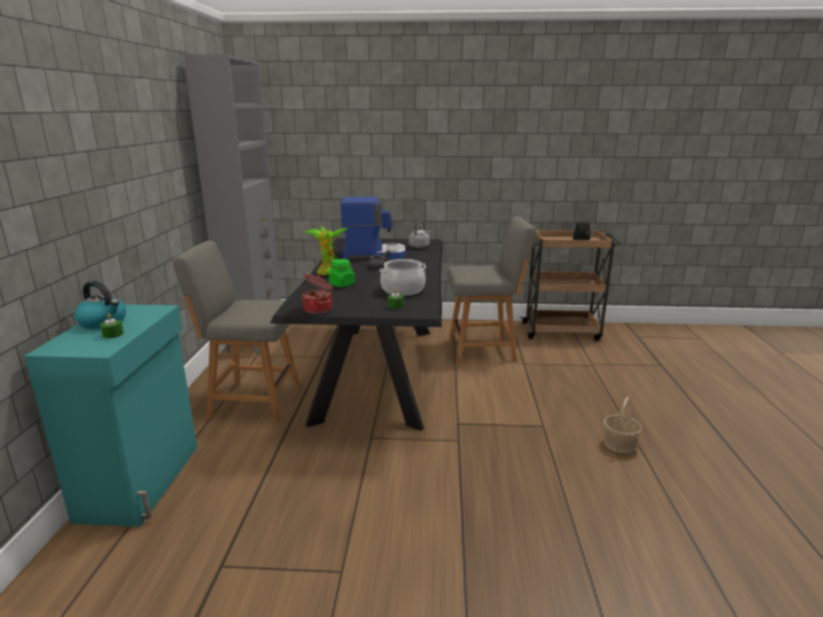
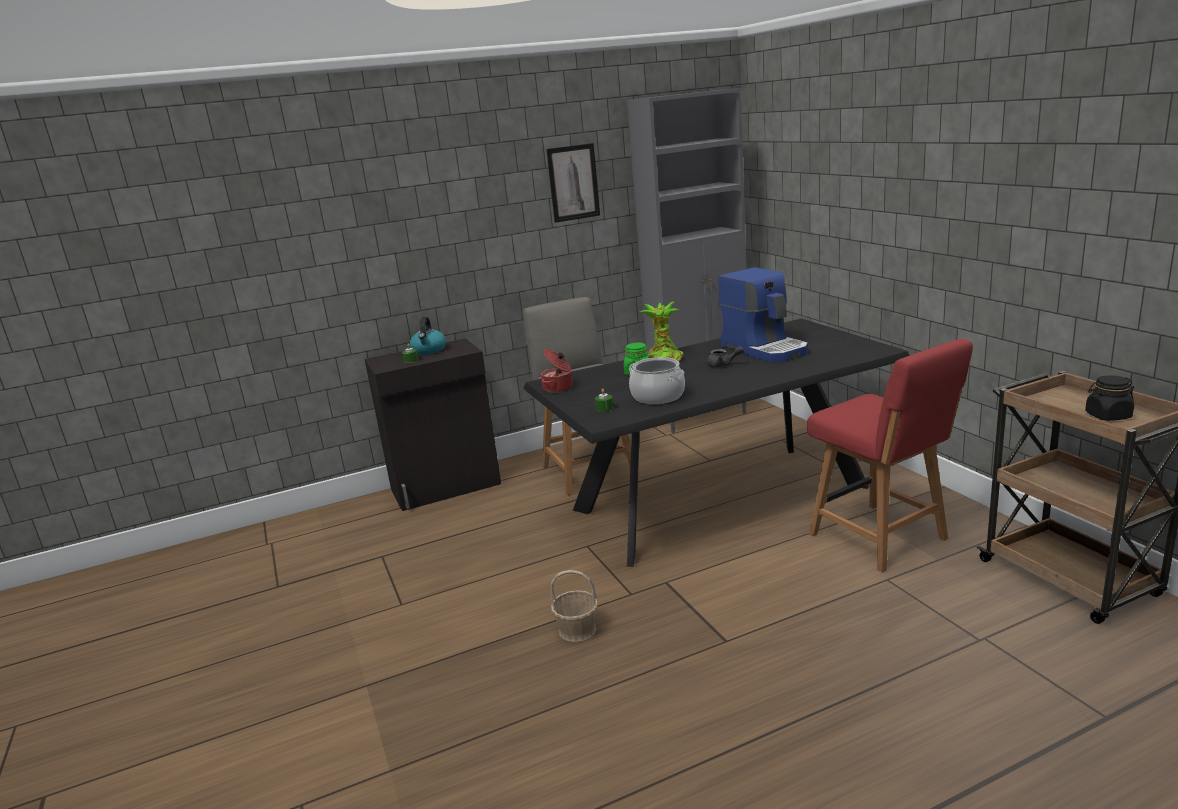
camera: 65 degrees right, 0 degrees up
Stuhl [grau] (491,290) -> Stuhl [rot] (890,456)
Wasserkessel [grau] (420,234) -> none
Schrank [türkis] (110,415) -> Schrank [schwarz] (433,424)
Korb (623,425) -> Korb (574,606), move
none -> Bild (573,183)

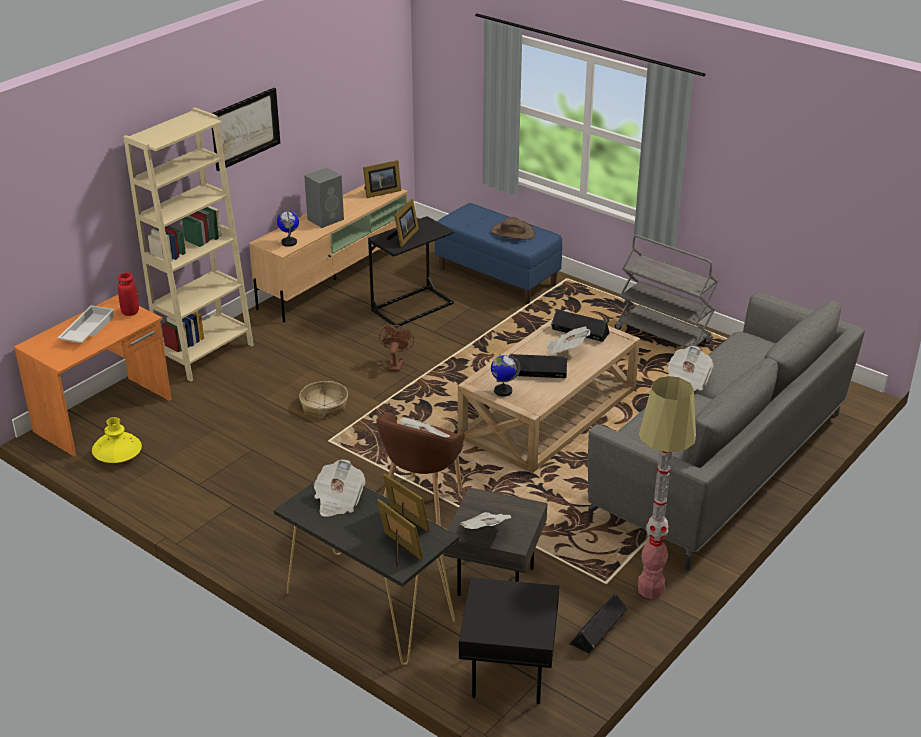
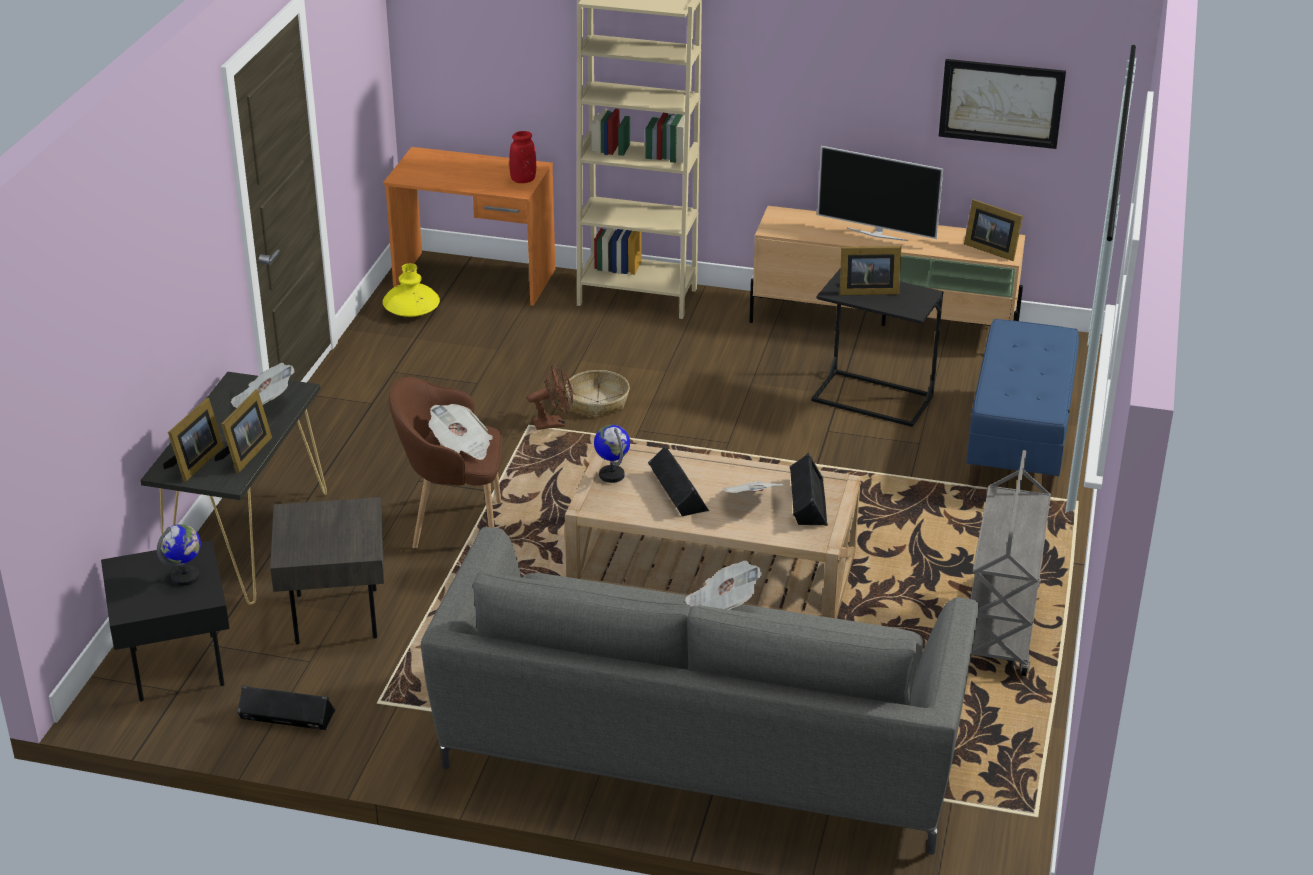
camera: 65 degrees right, 0 degrees up
Bild (246,129) -> Bild (1002,104), move
Lautsprecher [grau] (324,198) -> Fernseher (880,193)
Globus (288,229) -> Globus (179,555), move
Hut [braun] (513,228) -> none
Tablett [weiß] (86,324) -> none
Ventilator [braun] (396,348) -> Ventilator [braun] (550,398), move
Stehlampe (667,487) -> none
Zeitung (485,520) -> none

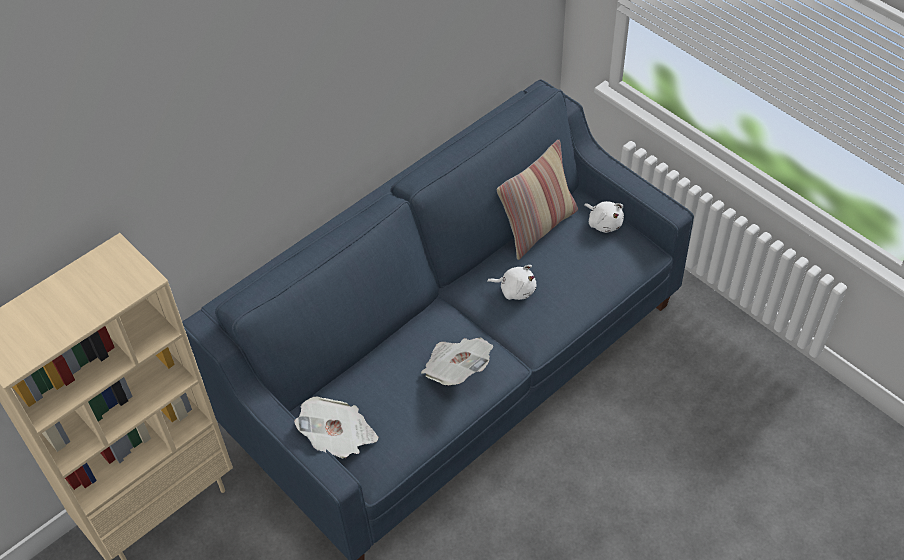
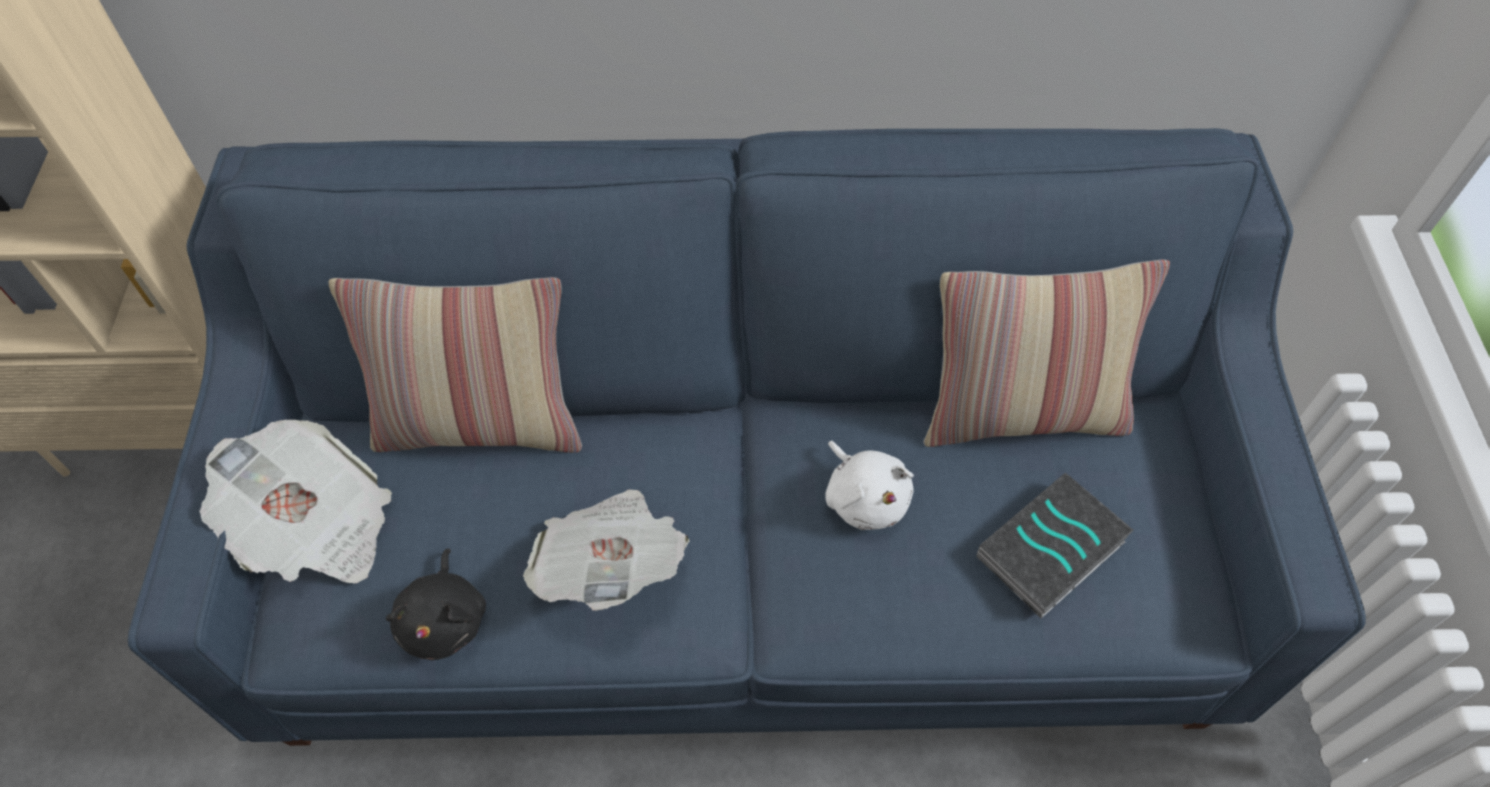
camera: 40 degrees right, 5 degrees up
Plüschtier [weiß] (604,217) -> none
none -> Kissen (455,365)
none -> Buch (1055,545)
none -> Plüschtier [schwarz] (436,604)

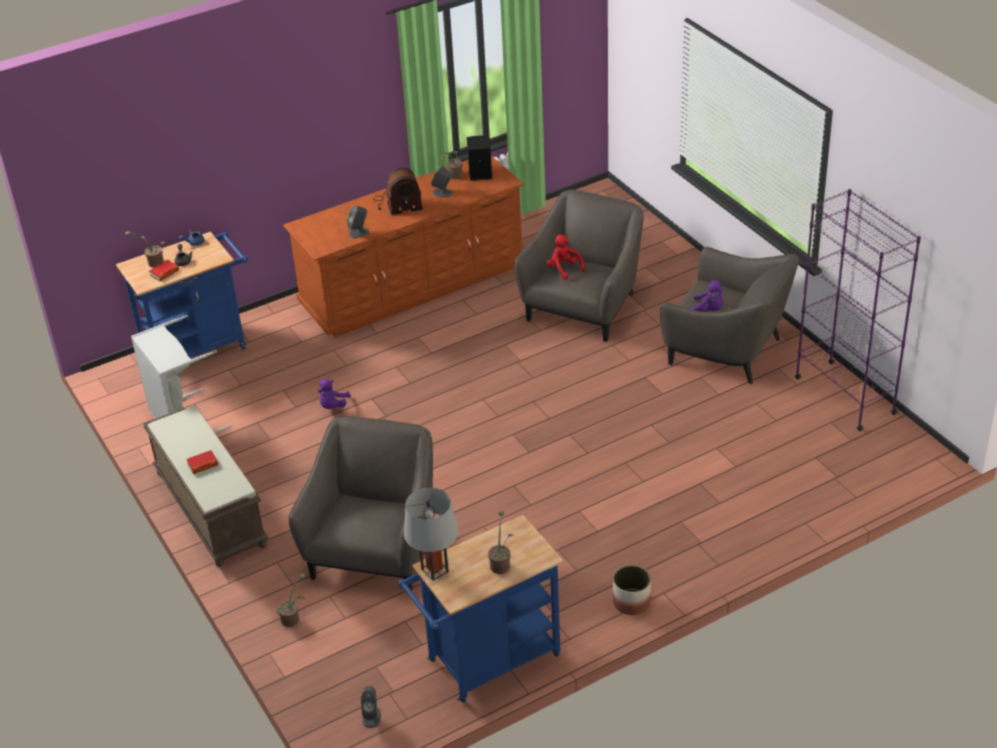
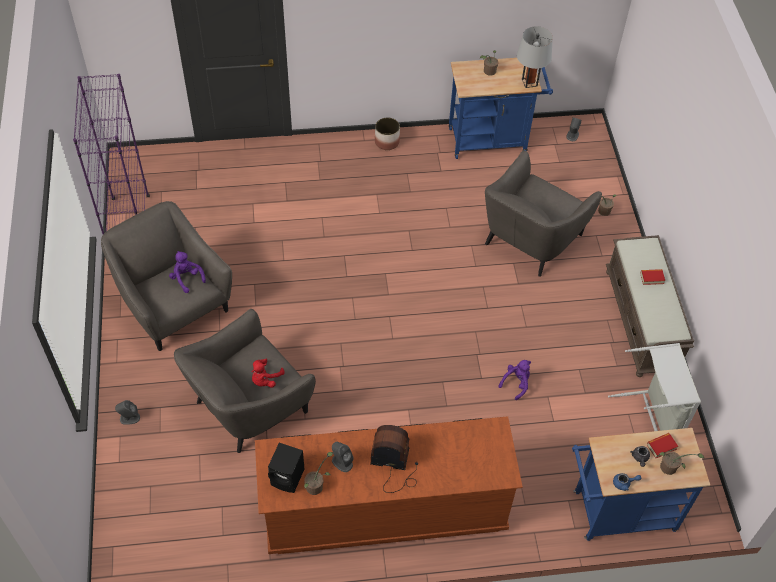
camera: 160 degrees left, 15 degrees up
Lautsprecher [grau] (358,221) -> Lautsprecher [grau] (127,412), move
Plüschtier [rot] (566,257) -> Plüschtier [rot] (268,373), 45 degrees clockwise

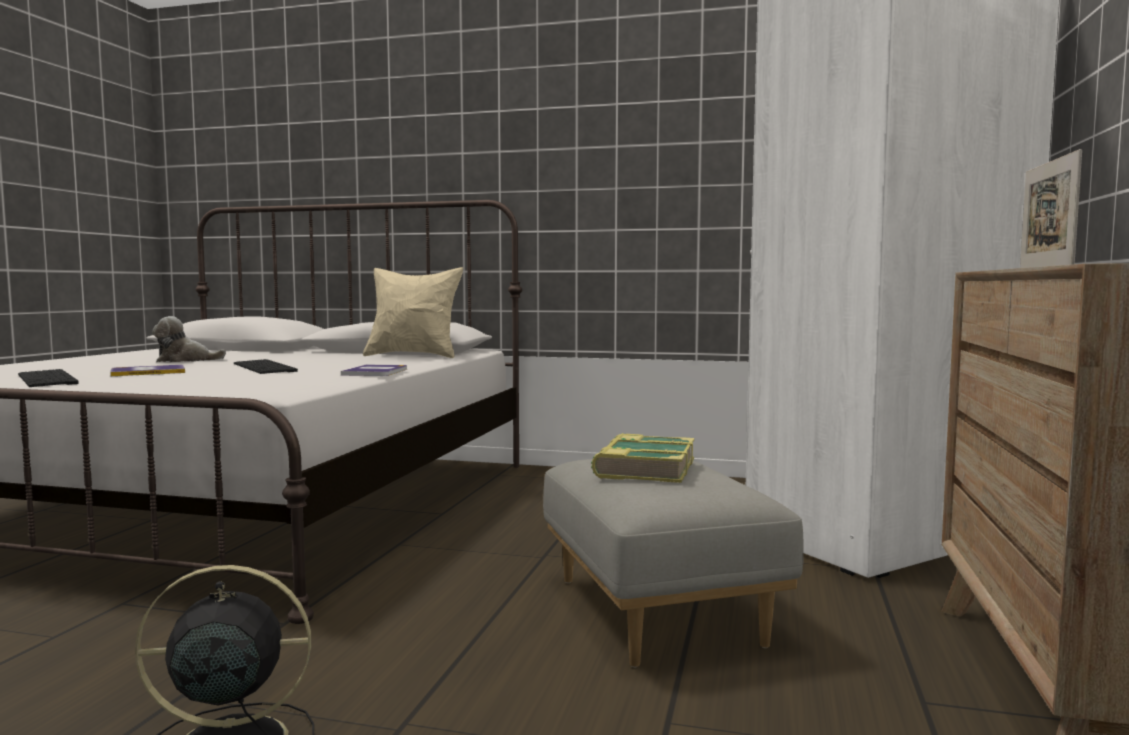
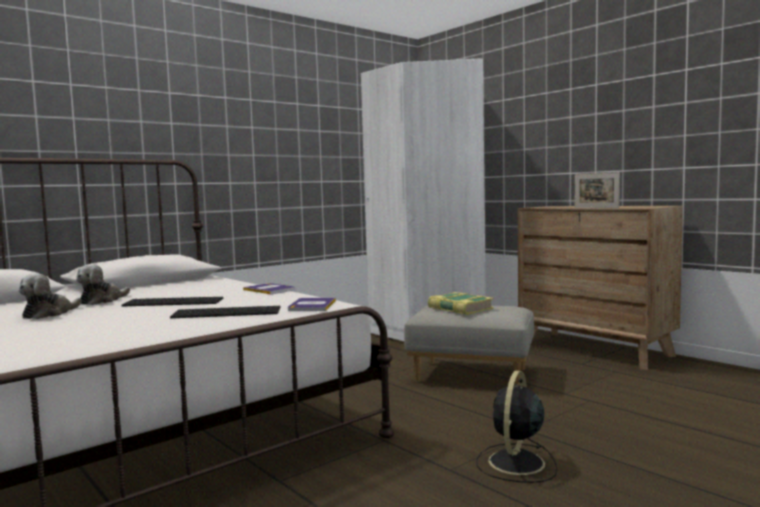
camera: 55 degrees left, 0 degrees up
Kissen [beige] (413,312) -> none
Buch (147,370) -> Buch (312,304), move
Tastatur (48,378) -> Tastatur (225,312), move
none -> Plüschtier (103,284)

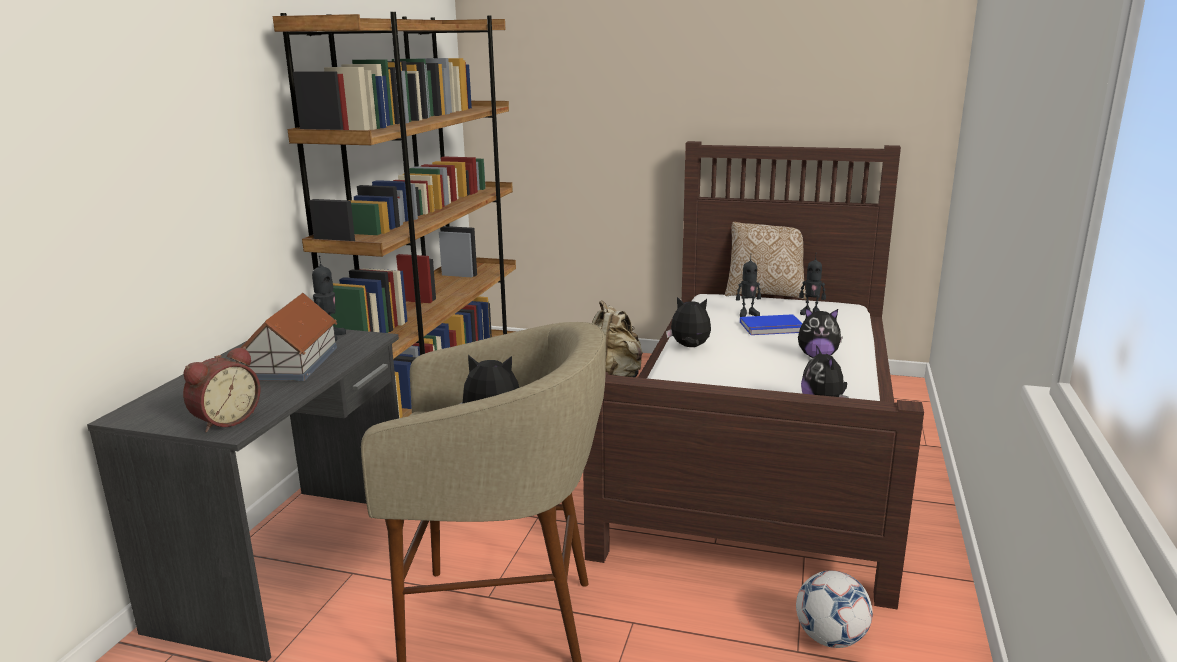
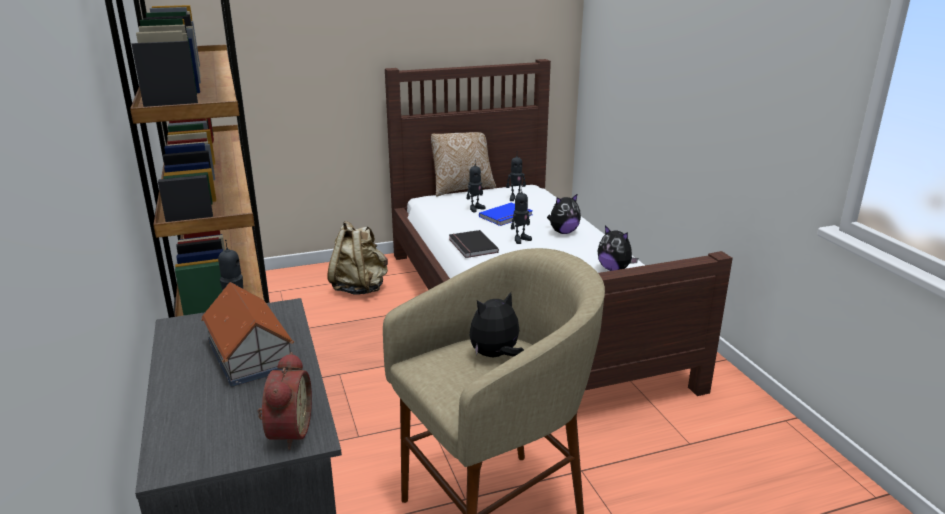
camera: 35 degrees left, 5 degrees up
Plüschtier (688,322) -> Buch [schwarz] (474,244)
Fußball (834,609) -> none
none -> Spielzeugroboter (521,215)

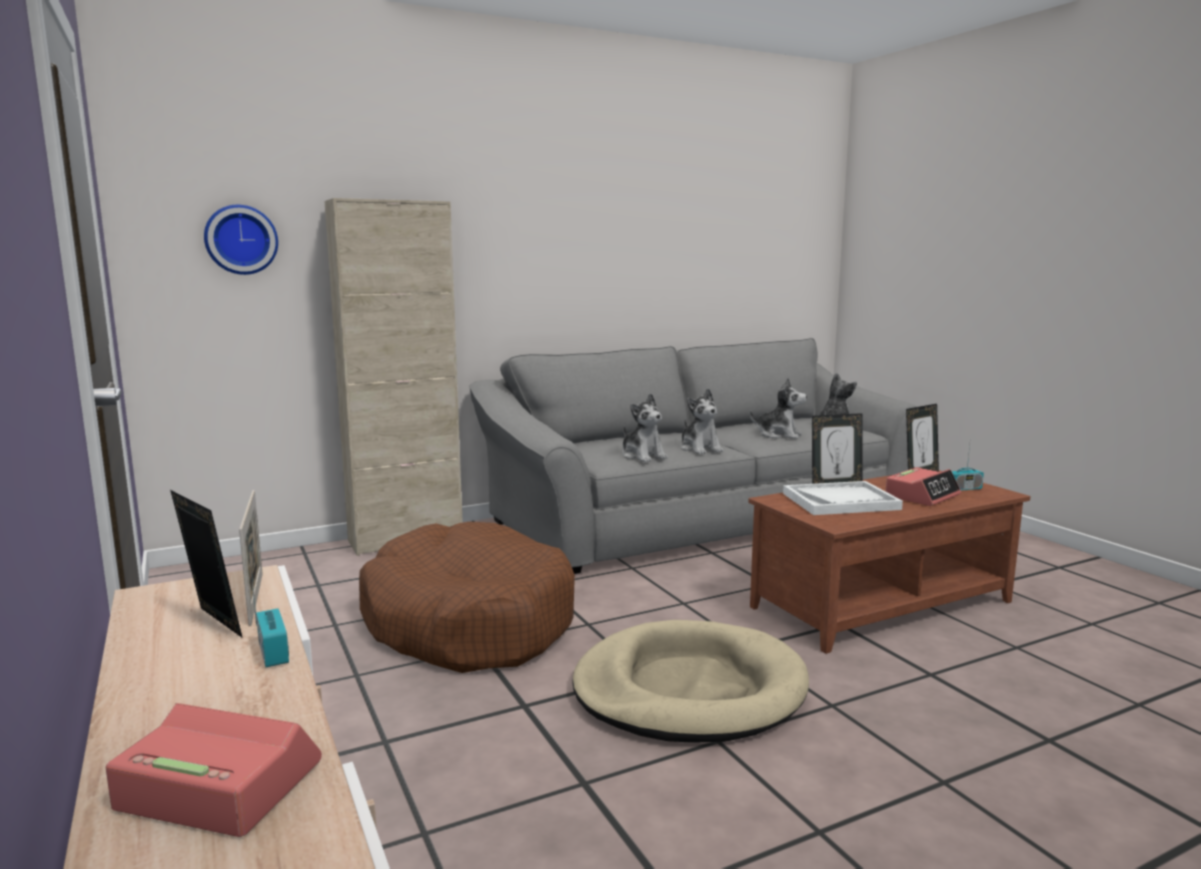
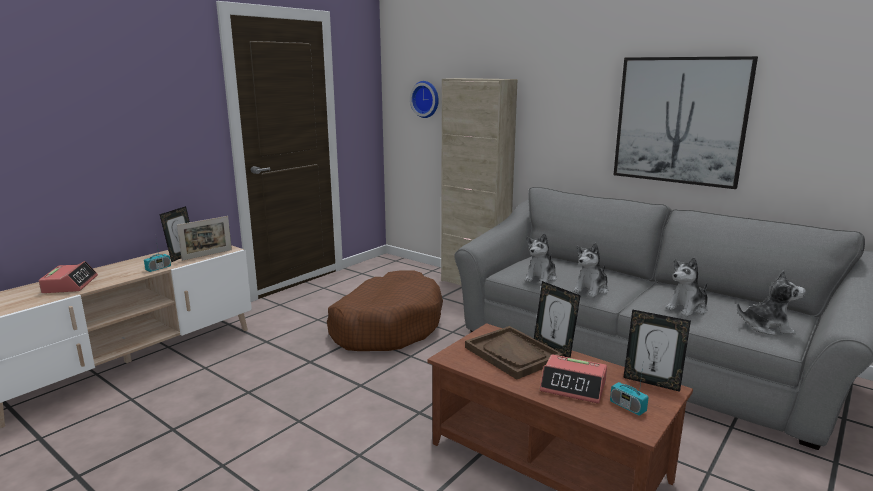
camera: 65 degrees right, 5 degrees up
Plüschtier (778,408) -> Plüschtier (686,287), 60 degrees clockwise
Tablett [weiß] (843,498) -> Tablett [braun] (514,353)
Hundebett [beige] (690,681) -> none
none -> Bild (686,122)

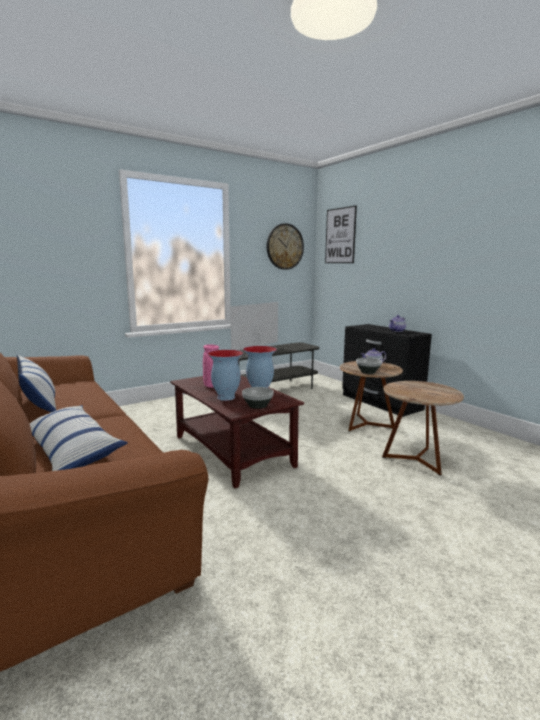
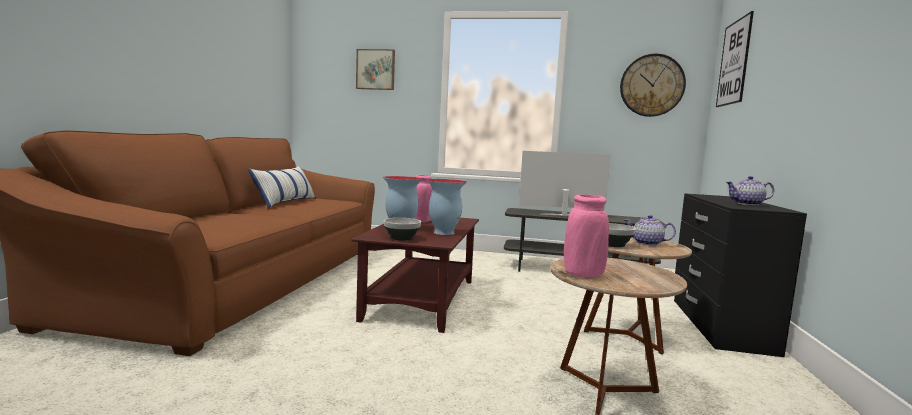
camera: 45 degrees right, 5 degrees down
Kissen (79,438) -> none
none -> Bild (375,69)
none -> Vase [rosa] (586,236)

